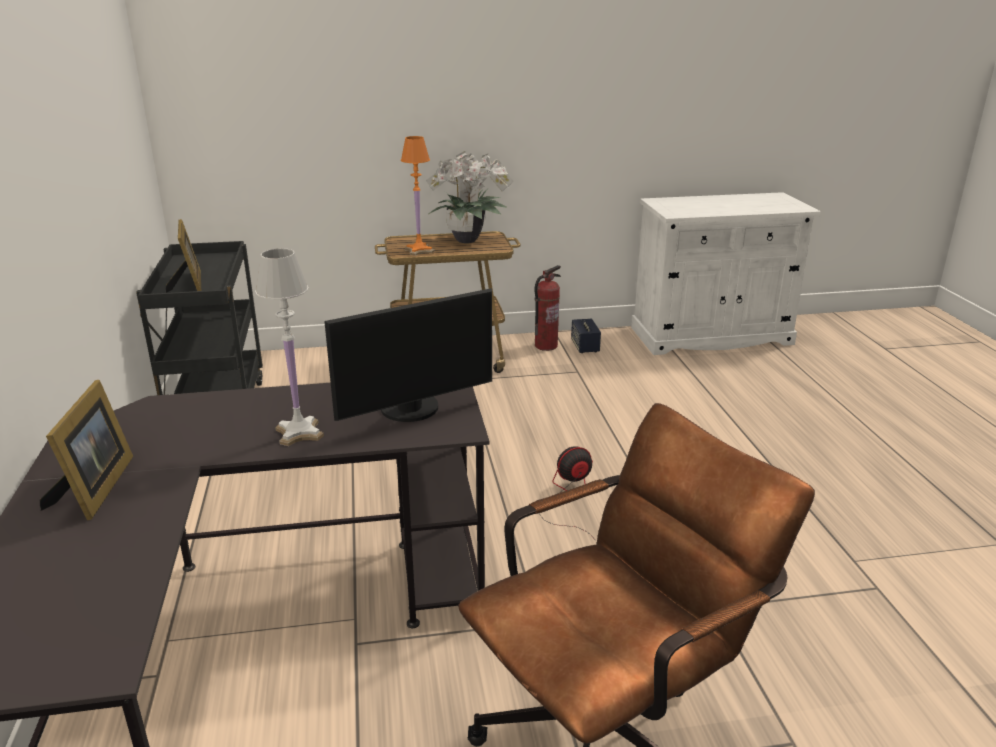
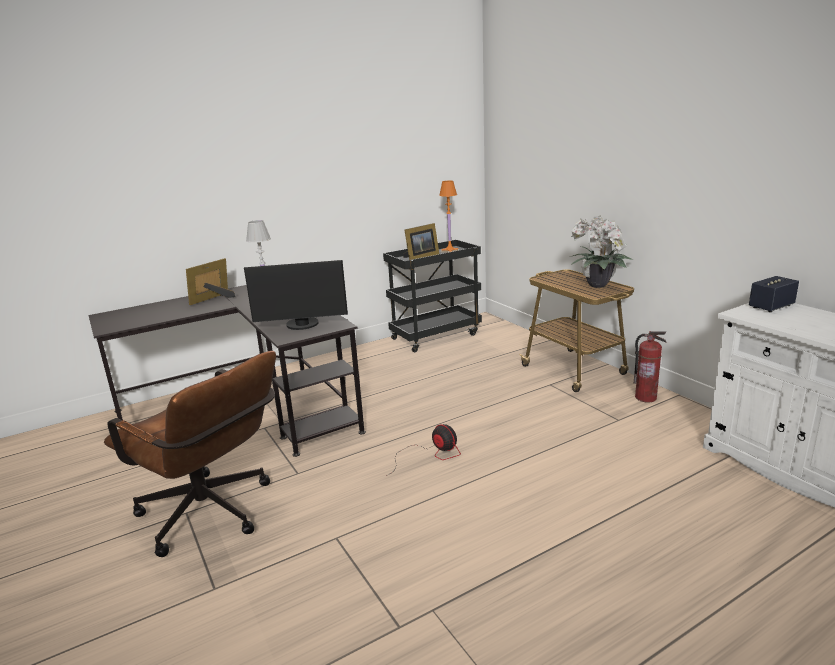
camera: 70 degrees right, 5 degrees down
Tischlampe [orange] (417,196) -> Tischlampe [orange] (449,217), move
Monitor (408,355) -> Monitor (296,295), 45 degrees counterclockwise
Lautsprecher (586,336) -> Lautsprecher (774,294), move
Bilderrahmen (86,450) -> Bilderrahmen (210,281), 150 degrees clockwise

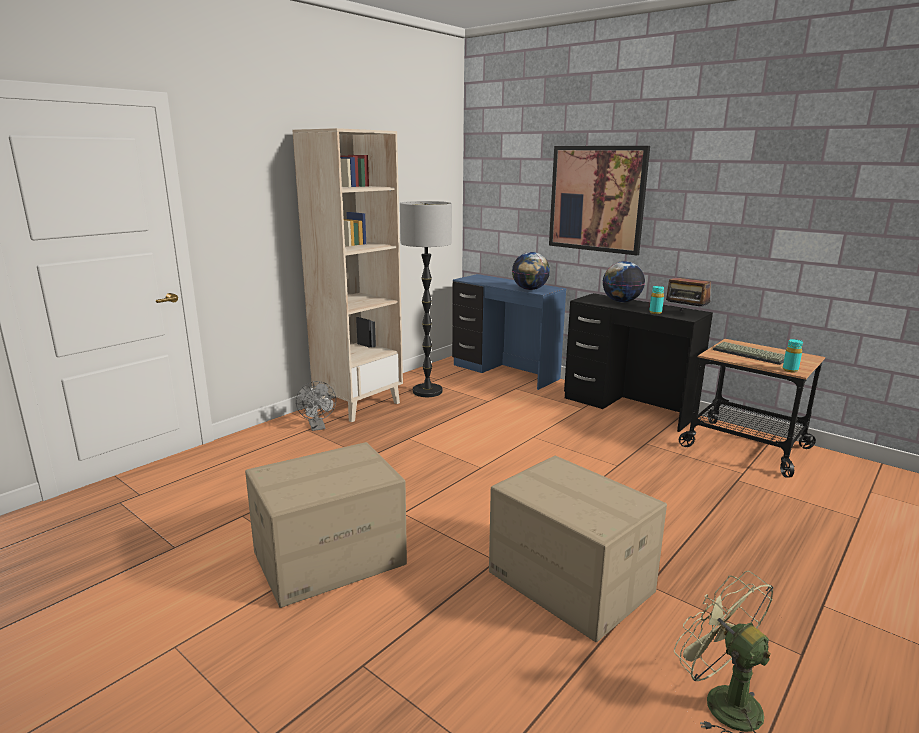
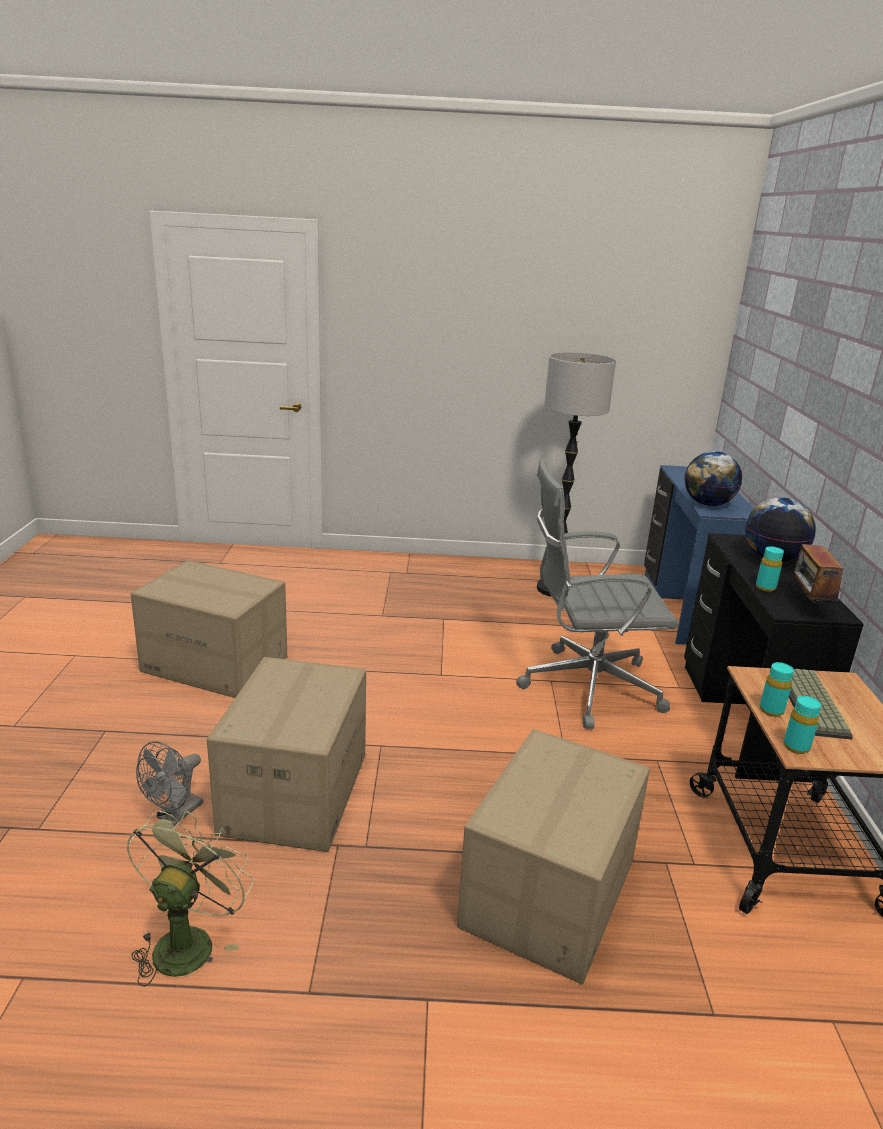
camera: 50 degrees right, 5 degrees up
Bücherregal [beige] (347,275) -> none
Bild (599,200) -> none
Ventilator [grau] (316,406) -> Ventilator [grau] (169,783), move
none -> Bürostuhl [grau] (597,594)
none -> Flasche [türkis] (777,689)
none -> Karton (553,856)

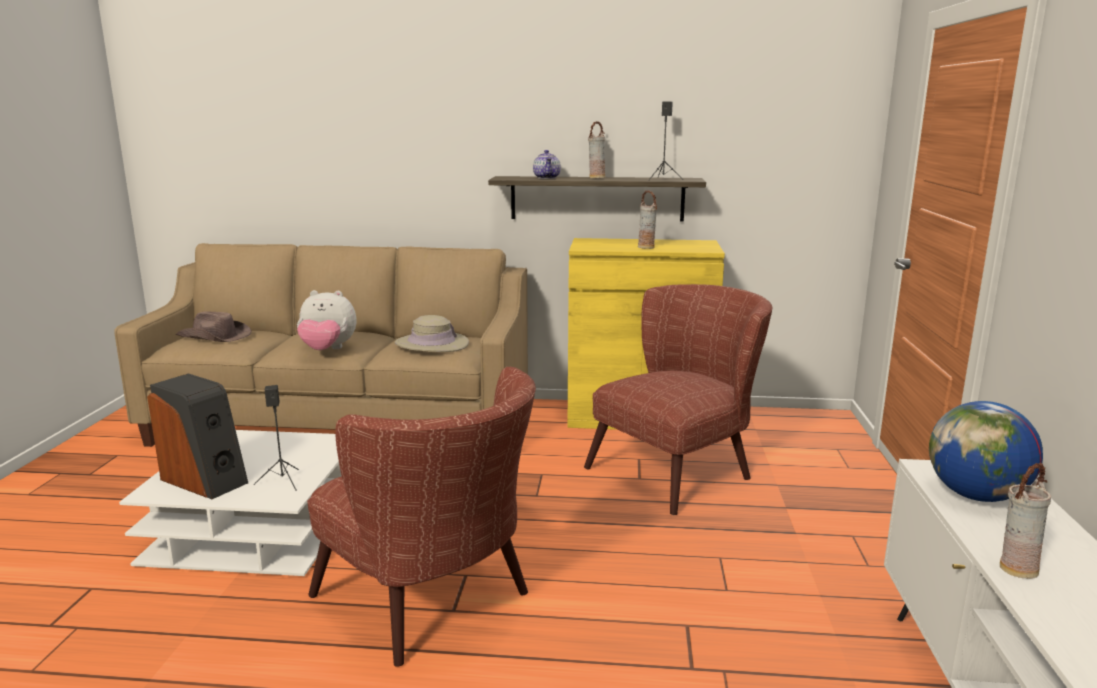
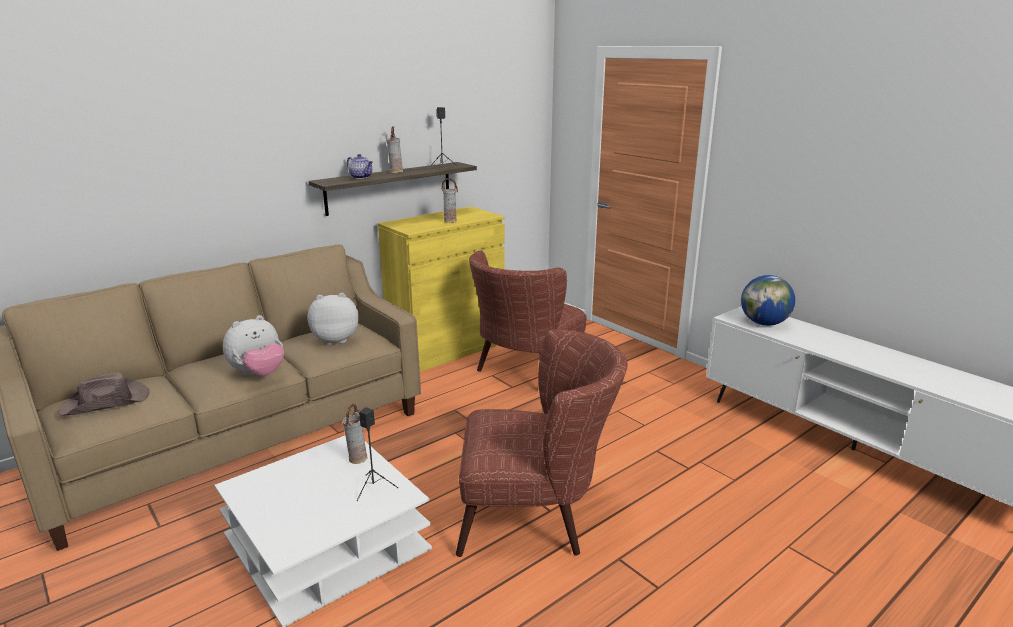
camera: 45 degrees left, 5 degrees up
Sessel [braun] (678,399) -> Sessel [braun] (528,311), 150 degrees counterclockwise
Hut [beige] (432,333) -> Plüschtier (333,319)
Lautsprecher (197,436) -> none
Vase (1025,521) -> Vase (355,433), move

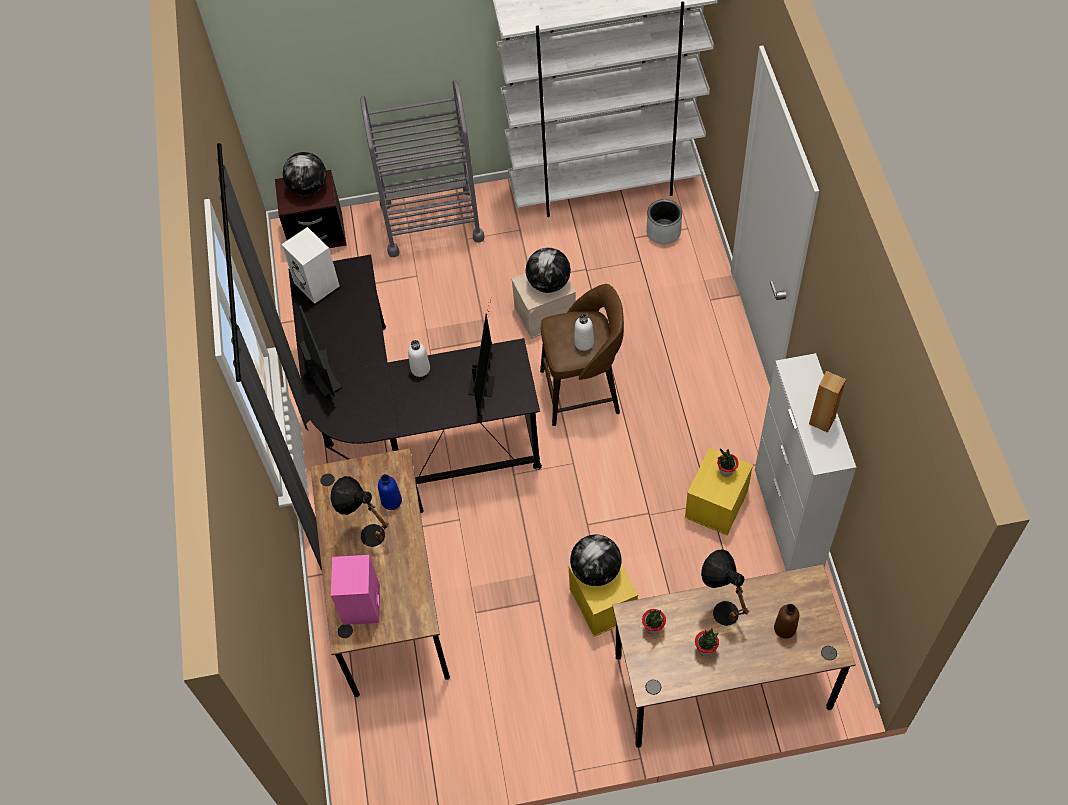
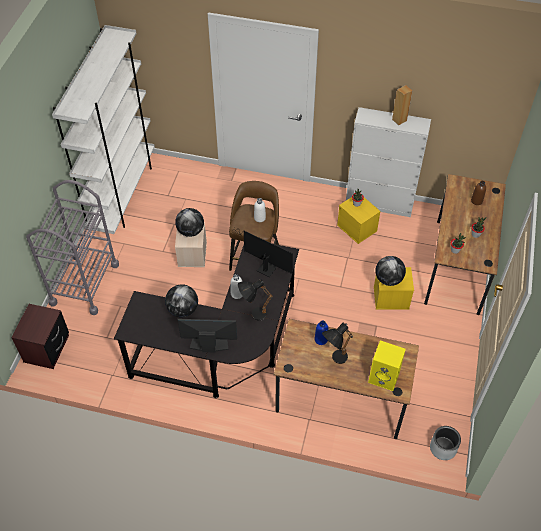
camera: 70 degrees left, 5 degrees down
Globus (305,174) -> Globus (181,300), move
Pflanzkübel [grau] (664,221) -> Pflanzkübel [grau] (445,443), move
Lautsprecher [weiß] (310,265) -> none
Tischlampe [schwarz] (725,587) -> Tischlampe [schwarz] (255,299), move
Lautsprecher [rosa] (355,590) -> Lautsprecher [gelb] (387,365)

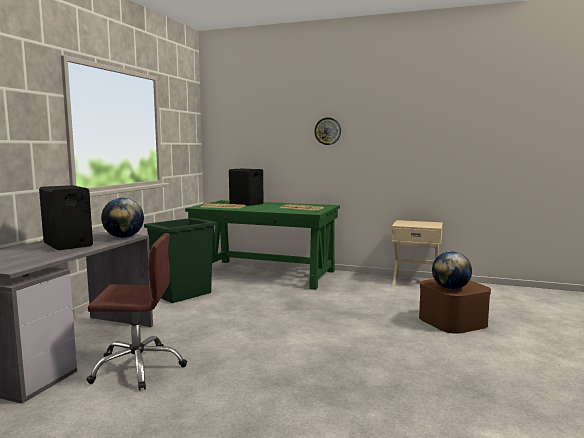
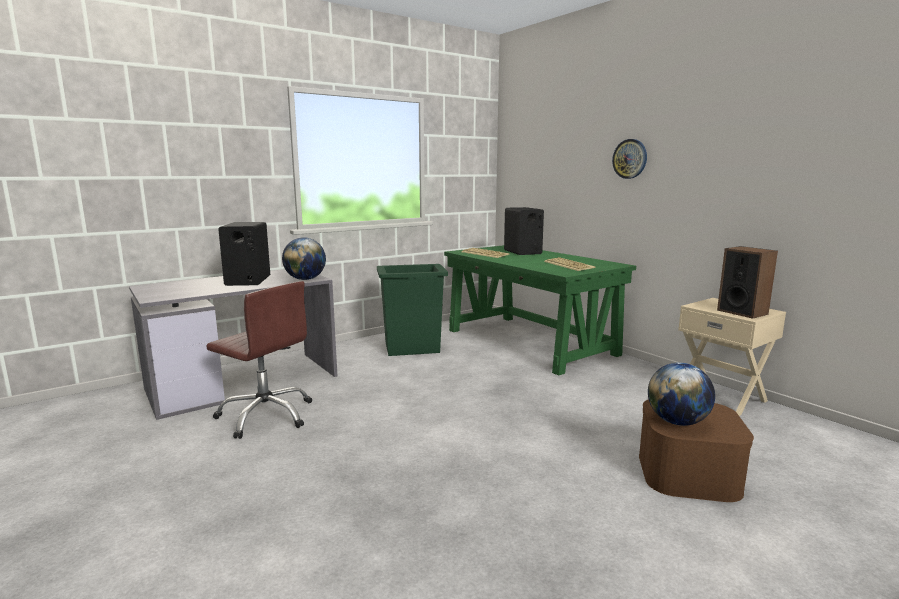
camera: 35 degrees right, 5 degrees up
none -> Lautsprecher (747,282)

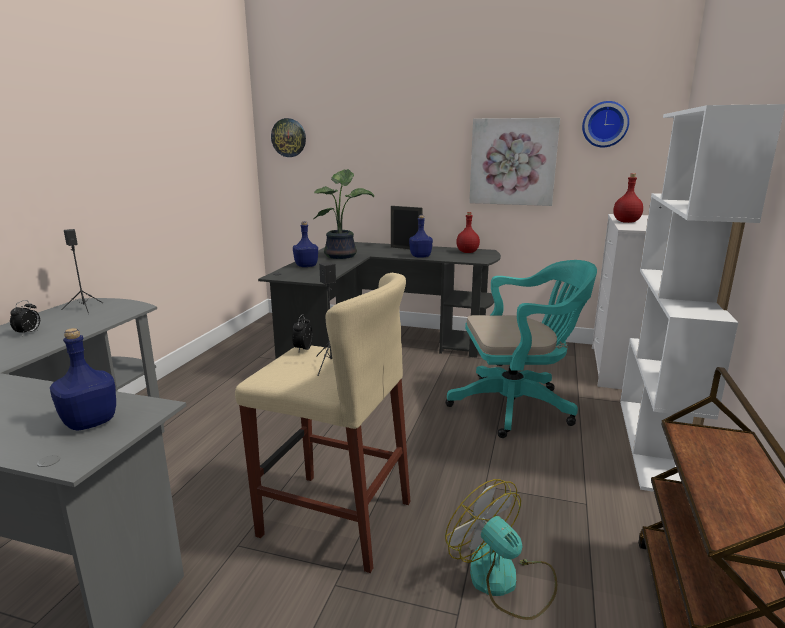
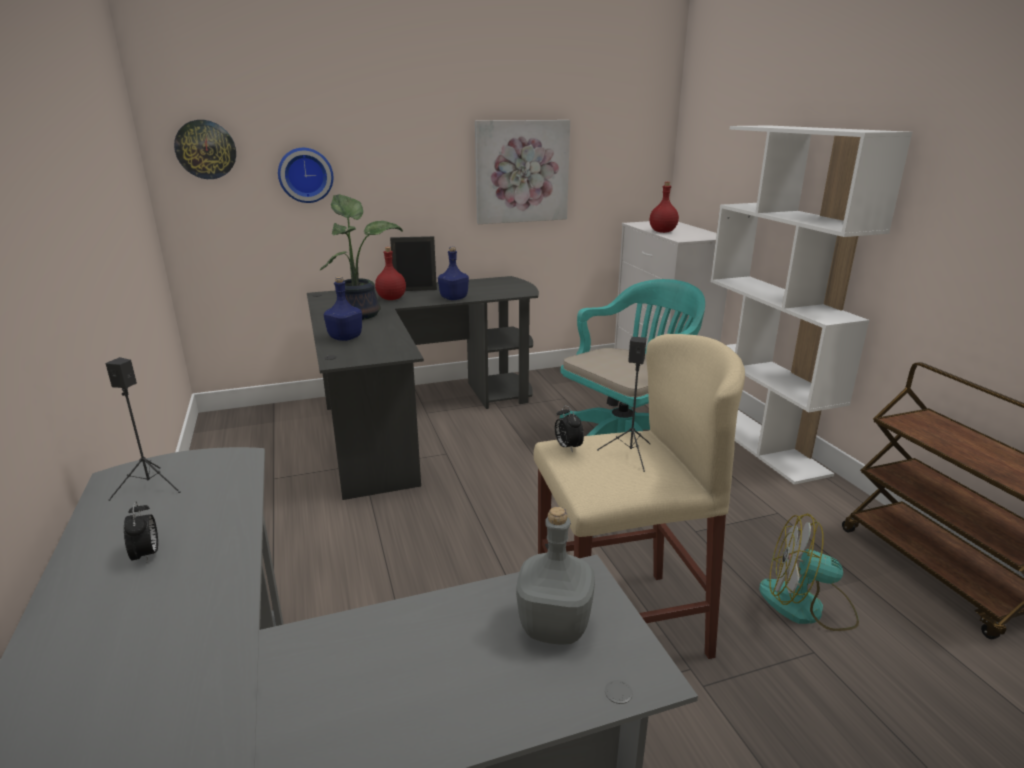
camera: 35 degrees left, 5 degrees up
Wanduhr (605,124) -> Wanduhr (305,175), move
Flasche [rot] (468,232) -> Flasche [rot] (390,273), move
Flasche [blau] (83,379) -> Flasche [grau] (555,575)

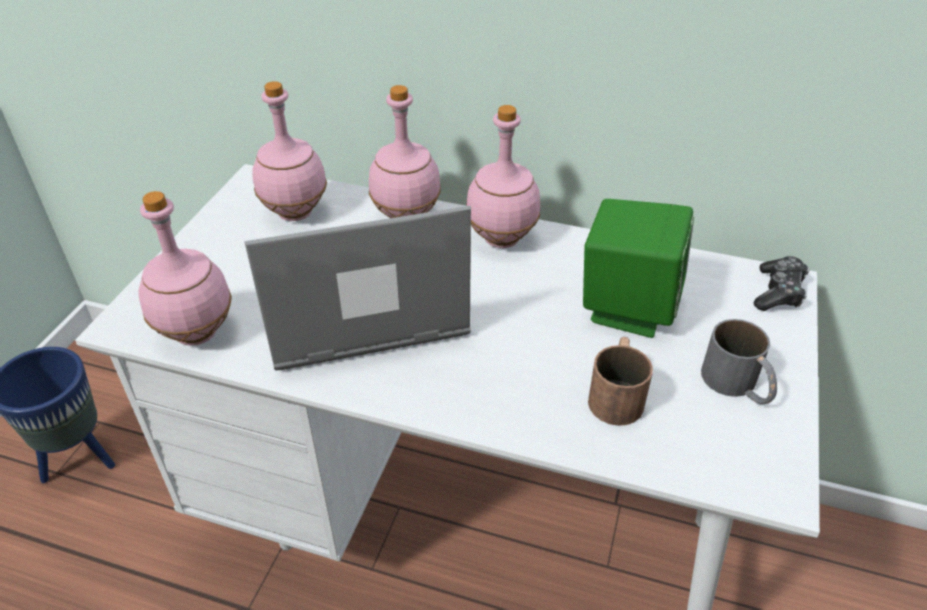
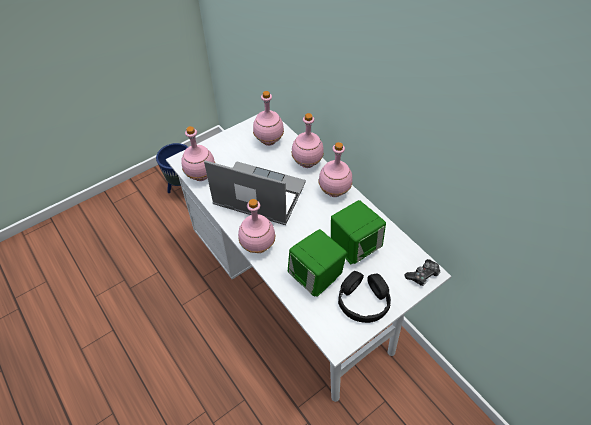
camera: 35 degrees right, 10 degrees up
Henkelbecher [grau] (739,361) -> Kopfhörer [schwarz] (364,297)
Henkelbecher [braun] (620,381) -> Lautsprecher [grün] (317,263)
none -> Flasche [rosa] (256,226)

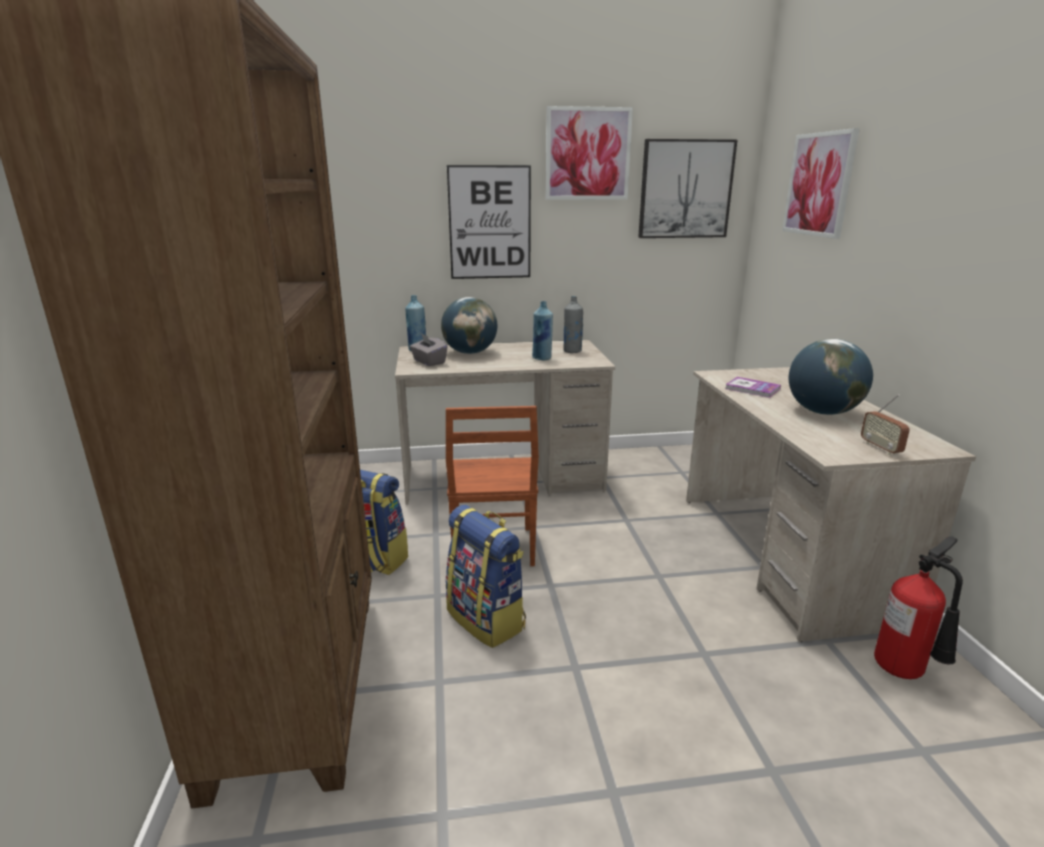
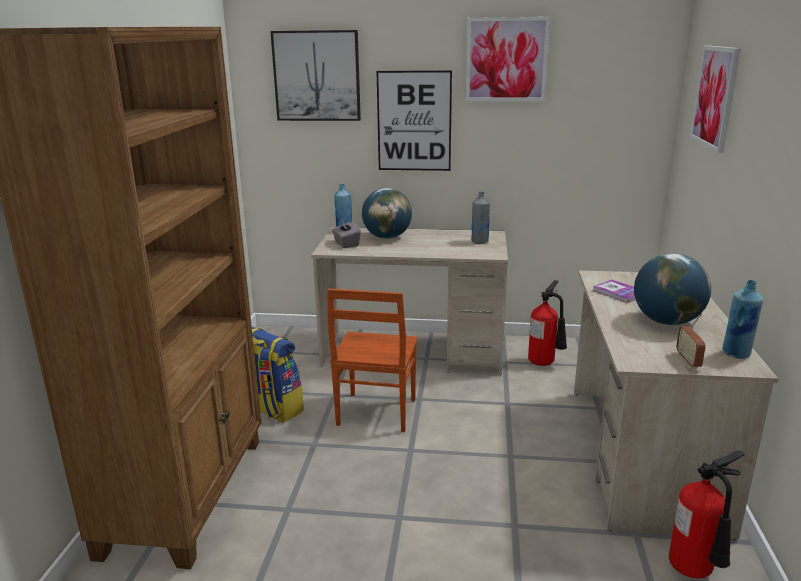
camera: 15 degrees right, 0 degrees up
Bild (687,188) -> Bild (315,75), move
Flasche [blau] (542,330) -> Flasche [blau] (742,319), move
Rucksack (485,576) -> none
none -> Feuerlöscher (547,323)

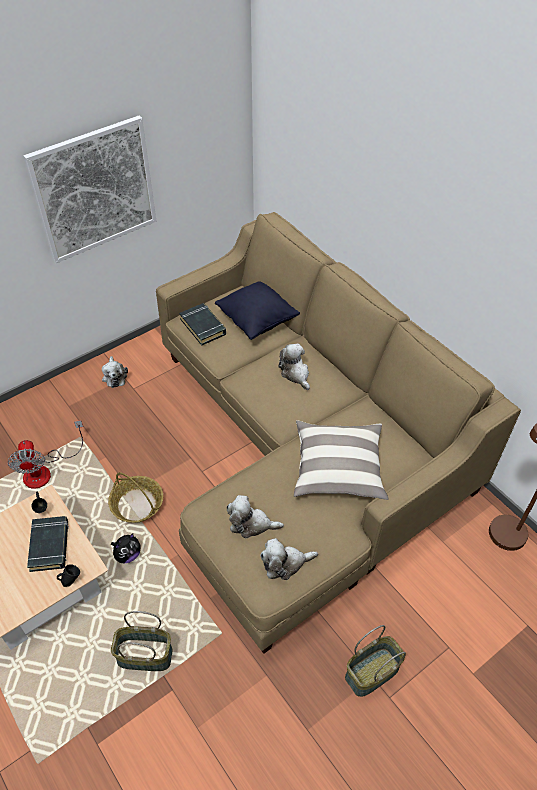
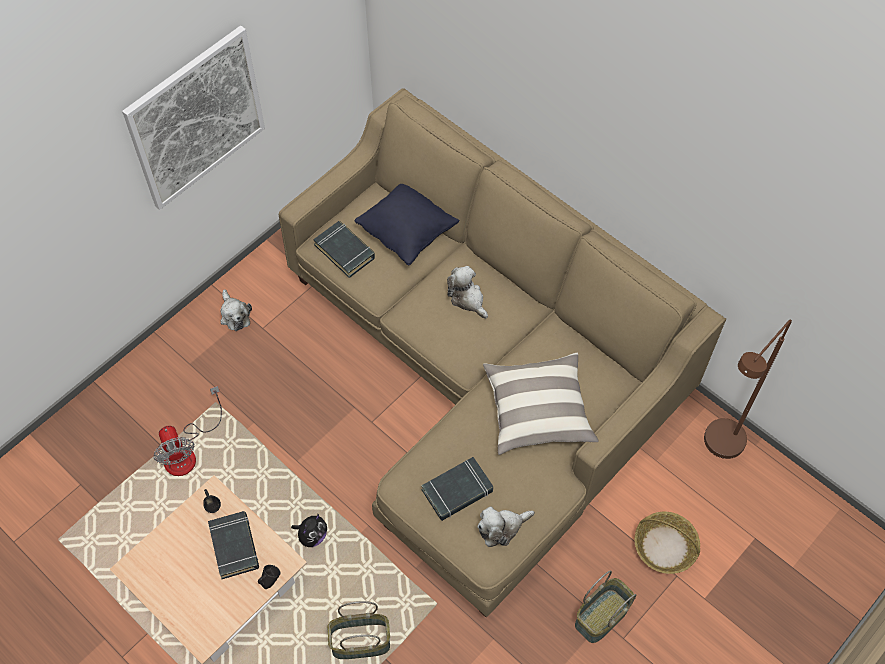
camera: 10 degrees left, 10 degrees up
Korb (135,497) -> Korb (667,543), move
Plüschtier (255,516) -> Buch [schwarz] (457,489)

